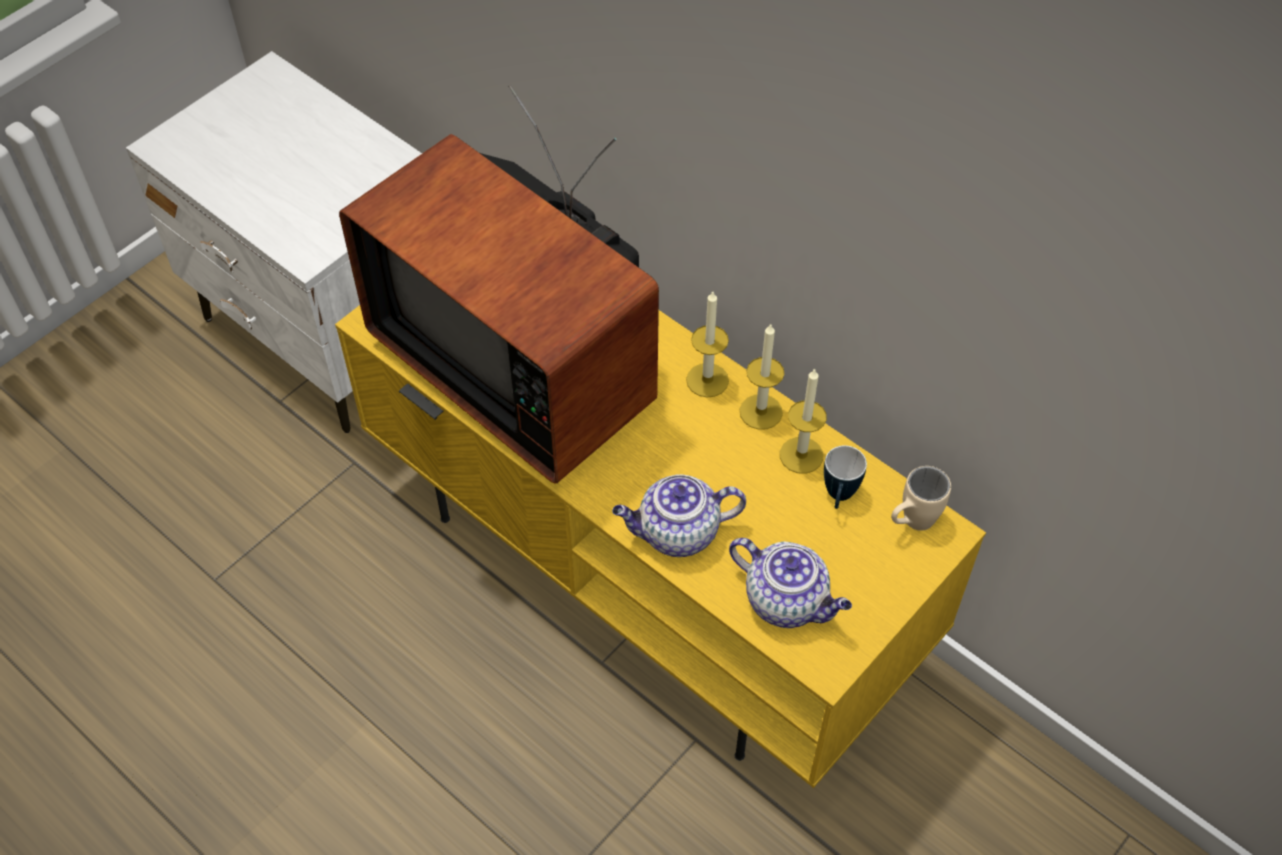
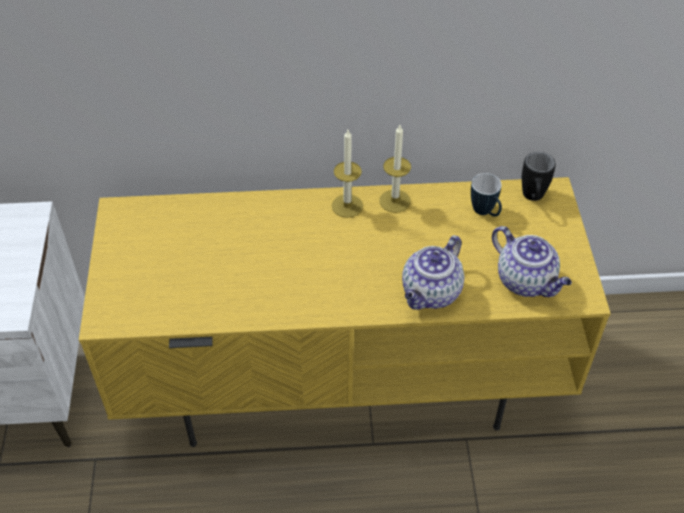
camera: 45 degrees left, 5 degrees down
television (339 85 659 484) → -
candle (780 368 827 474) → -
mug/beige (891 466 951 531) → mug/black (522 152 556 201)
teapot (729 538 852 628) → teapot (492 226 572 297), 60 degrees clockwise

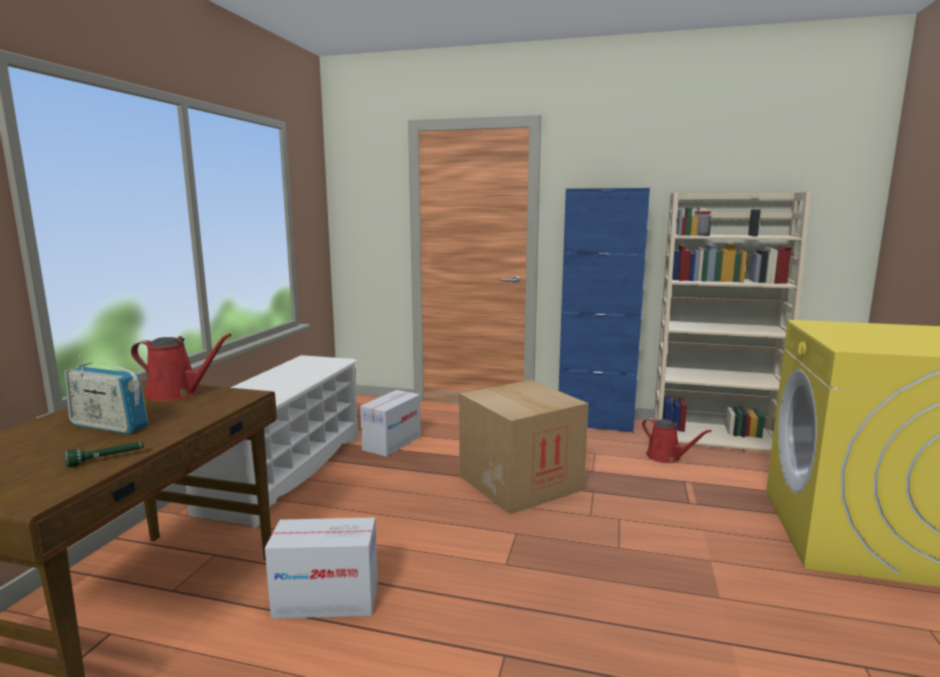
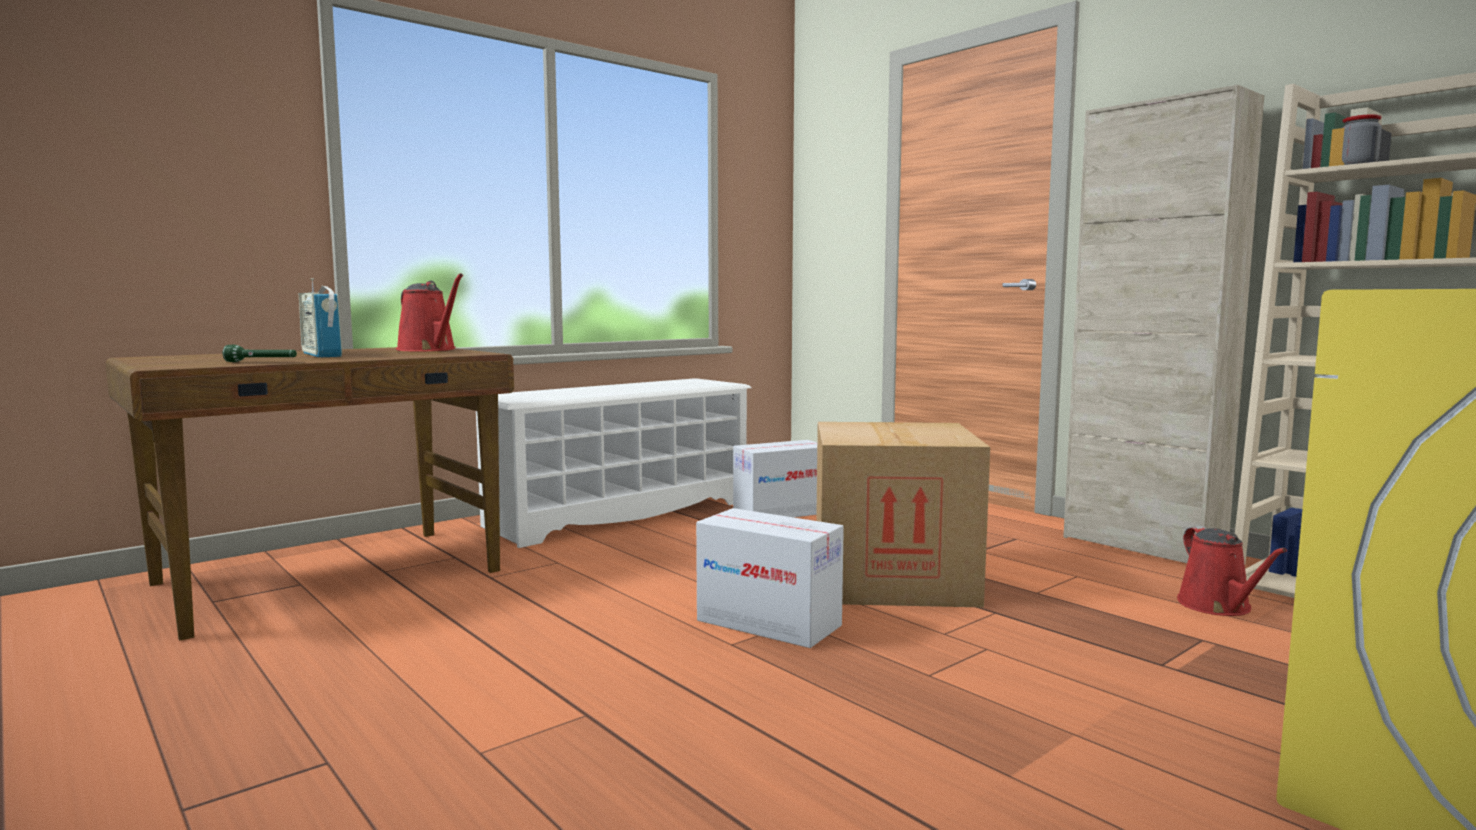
camera: 35 degrees right, 5 degrees down
cabinet/blue (559 188 650 433) → cabinet/beige (1063 85 1264 563)
cardboard box (265 517 378 619) → cardboard box (696 508 844 648), shifted

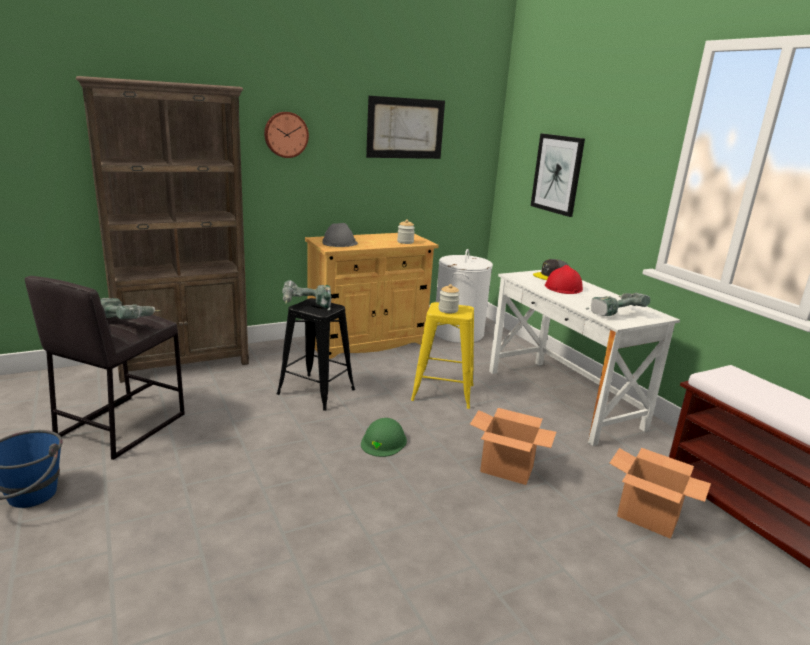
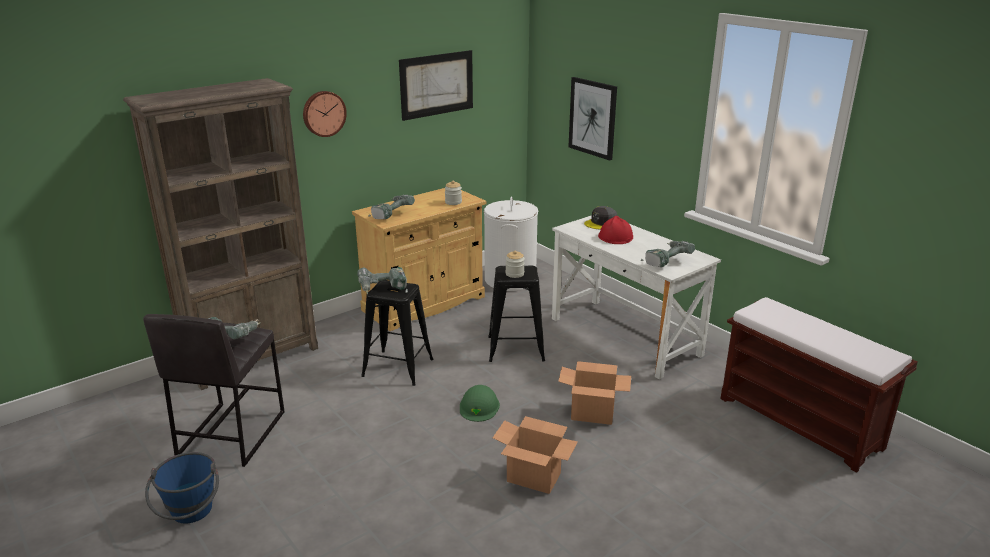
camera: 10 degrees left, 5 degrees up
hard hat/grey (323 223 358 247) → power drill (368 195 415 219)
stool/yellow (411 302 474 409) → stool/black (488 265 545 362)
cardboard box (609 448 711 538) → cardboard box (493 416 578 494), shifted

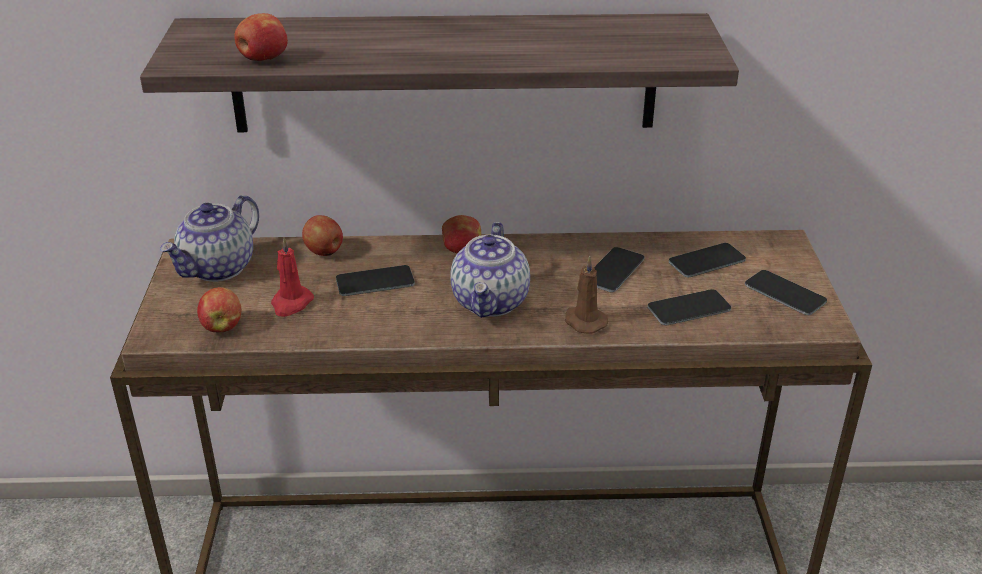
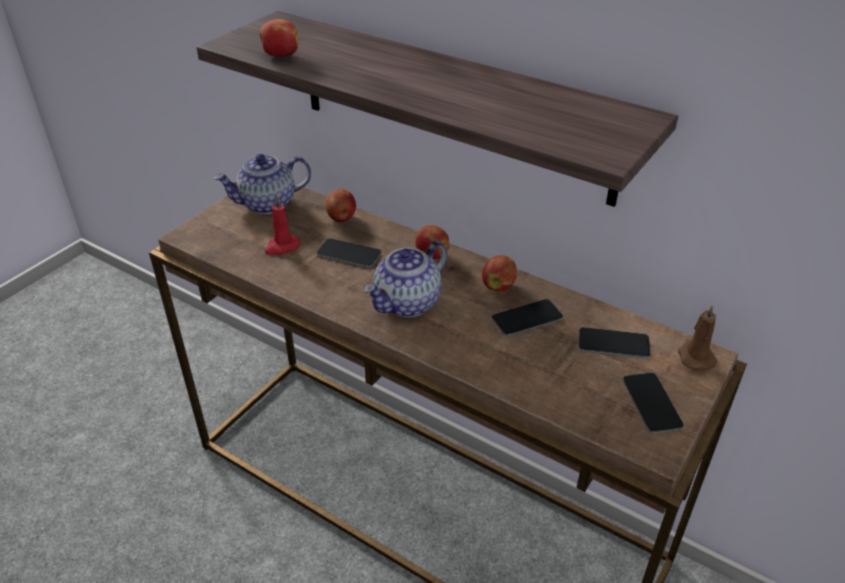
camera: 35 degrees right, 5 degrees up
candle/brown (565 256 608 334) → candle/brown (678 304 717 370), shifted
apple (197 287 241 333) → apple (482 255 517 291), shifted
phone (648 289 731 325) → -

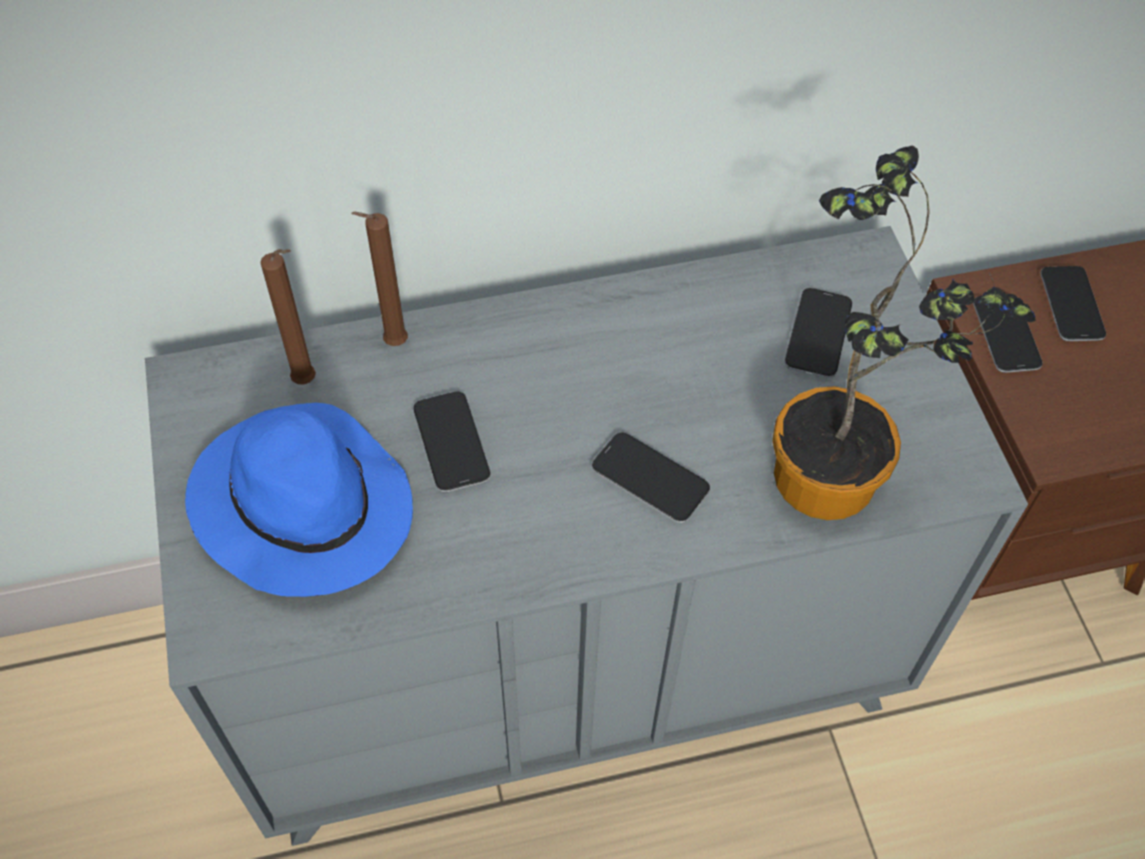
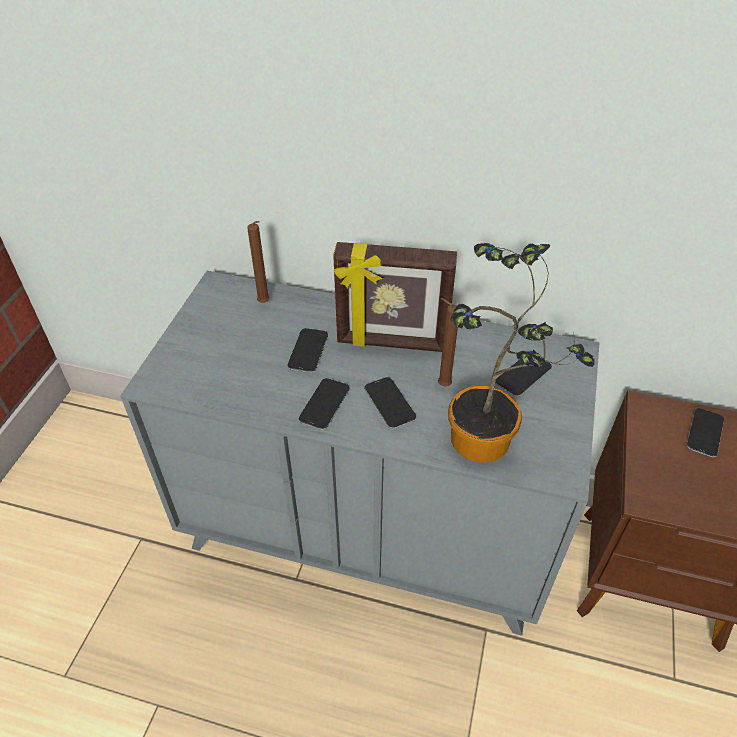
camera: 30 degrees right, 10 degrees down
candle/brown (351 212 408 346) → candle/brown (438 298 458 387), shifted
phone (973 294 1042 373) → phone (299 378 350 430), shifted
hat/blue (185 403 413 597) → -
- → picture frame (333 242 457 352)

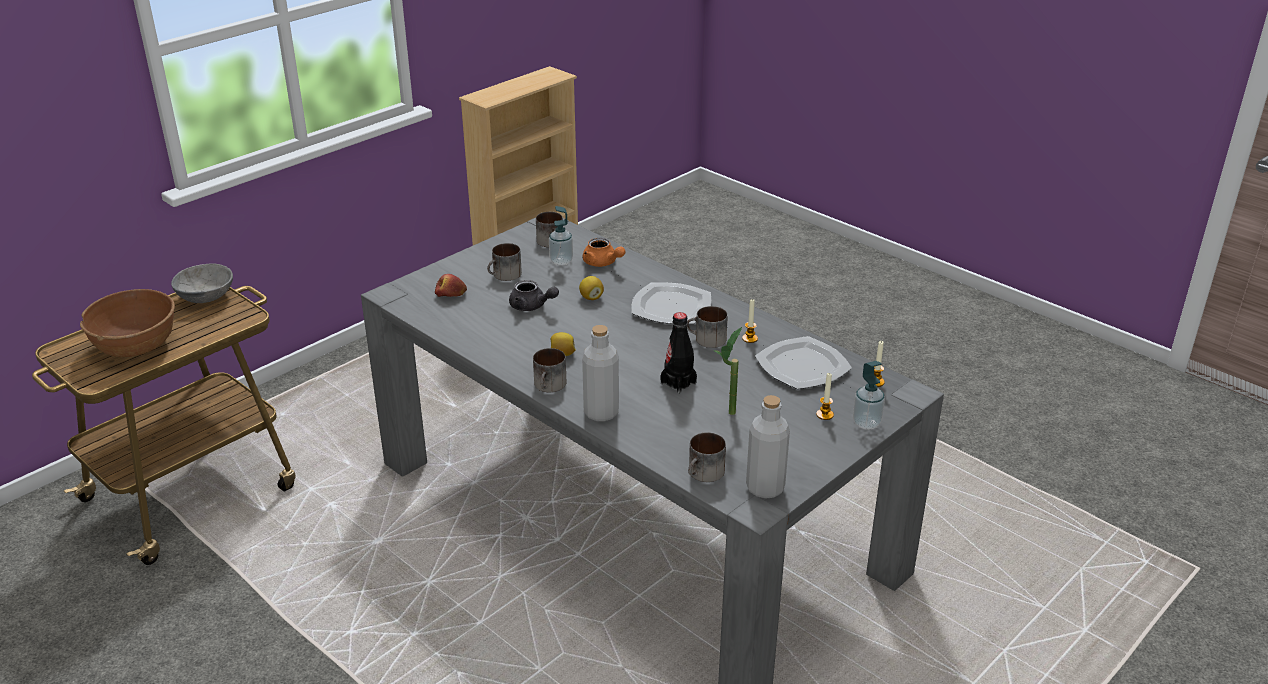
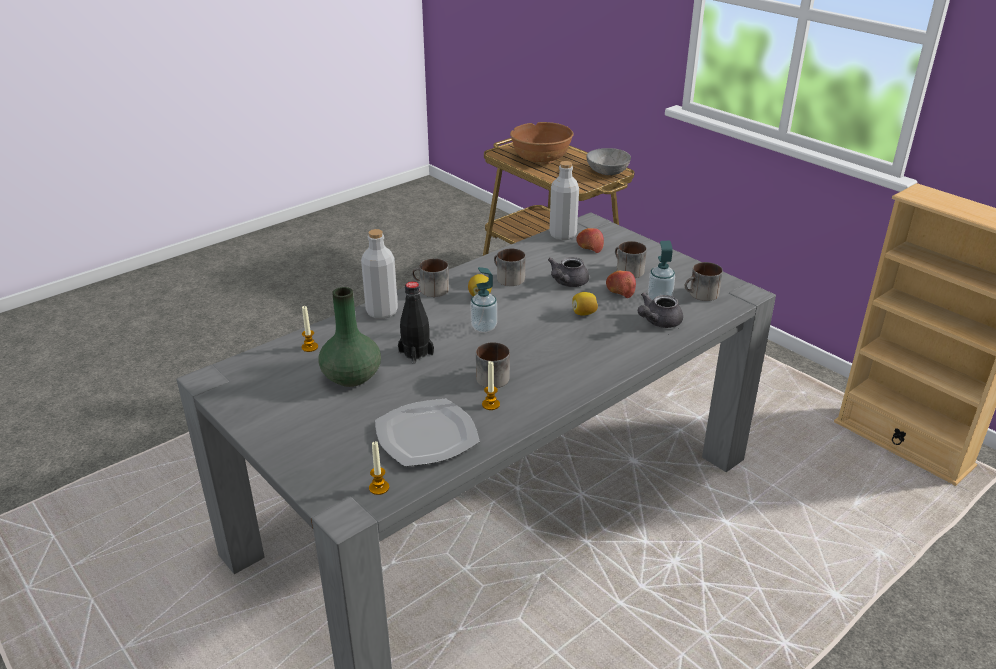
camera: 95 degrees right, 0 degrees up
teapot/orange (583 238 626 267) → teapot/grey (638 293 683 328)
plate (631 282 711 324) → -
potted plant (713 327 742 415) → vase/green (318 287 381 387)
soap dispenser (853 361 885 430) → soap dispenser (470 267 497 333), shifted
candle (816 372 834 420) → candle (302 306 318 352), shifted
bottle/grey (746 395 790 499) → bottle/grey (549 161 579 240), shifted
mug (688 432 726 482) → mug (494 248 526 286), shifted
- → apple (606 271 636 298)

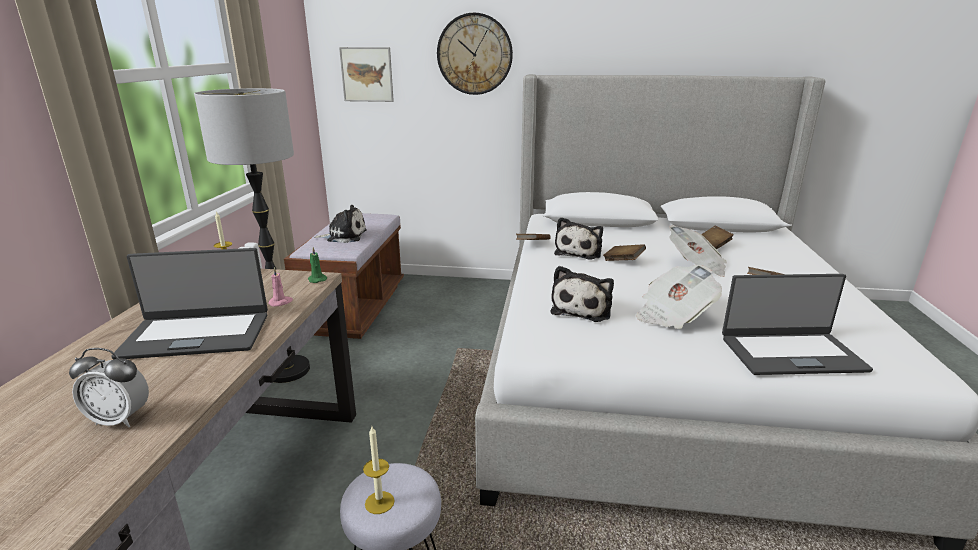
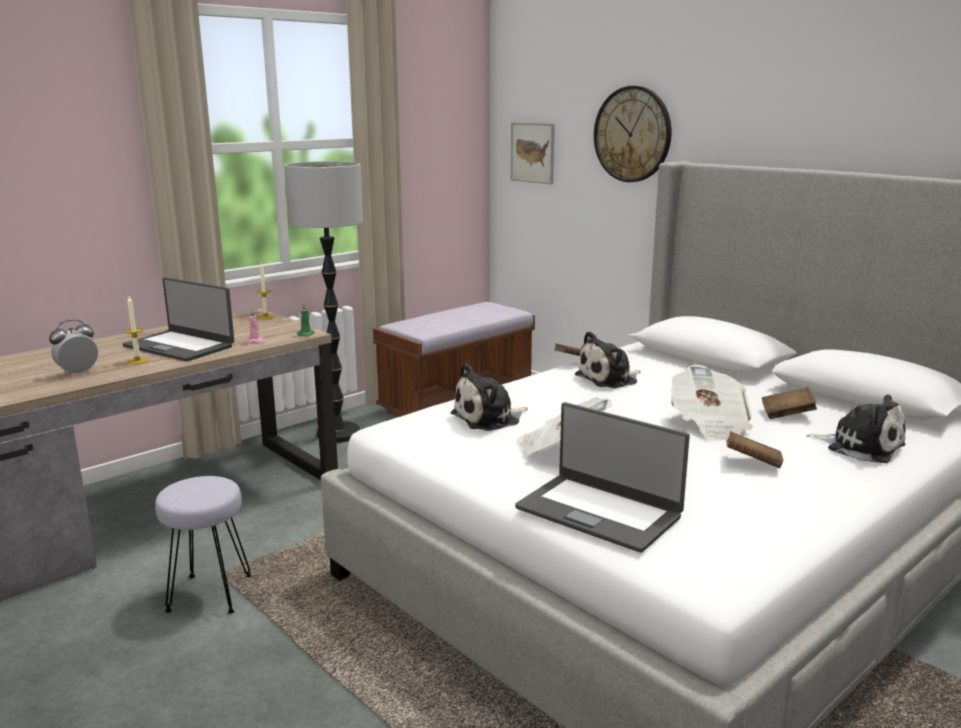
camera: 40 degrees right, 5 degrees down
plush toy (314 205 367 243) → plush toy (806 395 906 463), shifted
book/brown (603 244 646 261) → -
alarm clock (69 348 149 427) → alarm clock (49 319 98 374), 90 degrees clockwise
candle (363 427 395 514) → candle (124 296 149 364), shifted

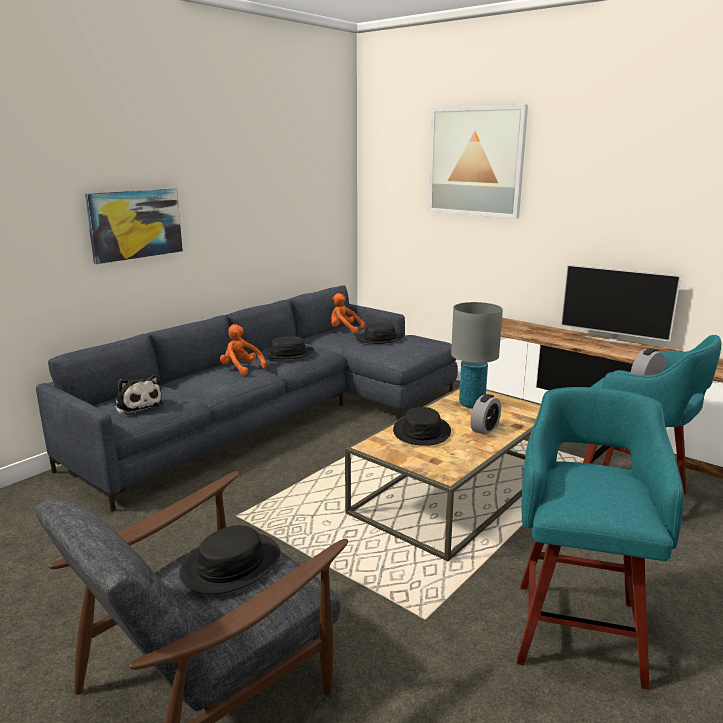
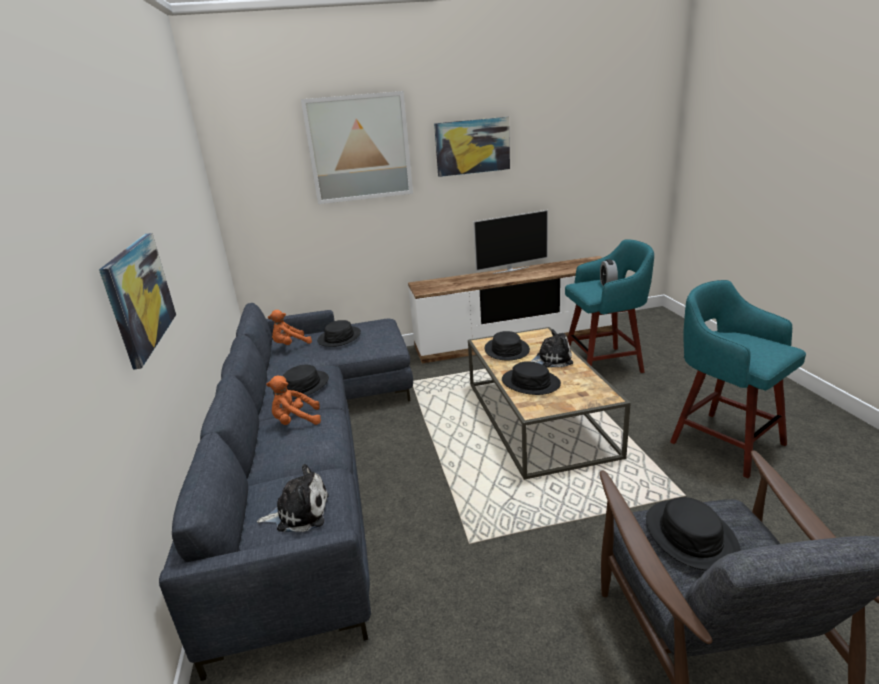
camera: 50 degrees left, 5 degrees up
table lamp/grey (451 302 503 408) → hat/black (485 331 530 360)
alarm clock (470 394 501 435) → plush toy (530 329 573 367)
- → picture (434 117 510 177)

